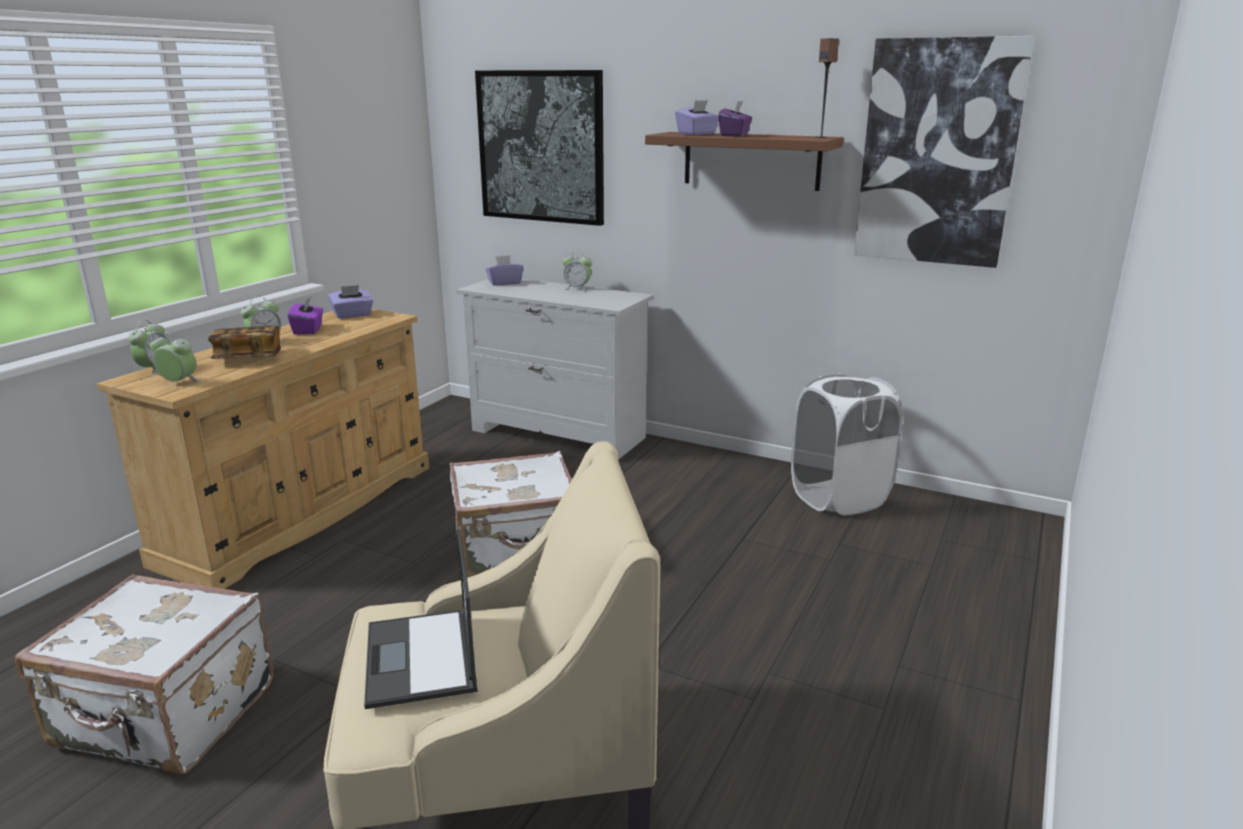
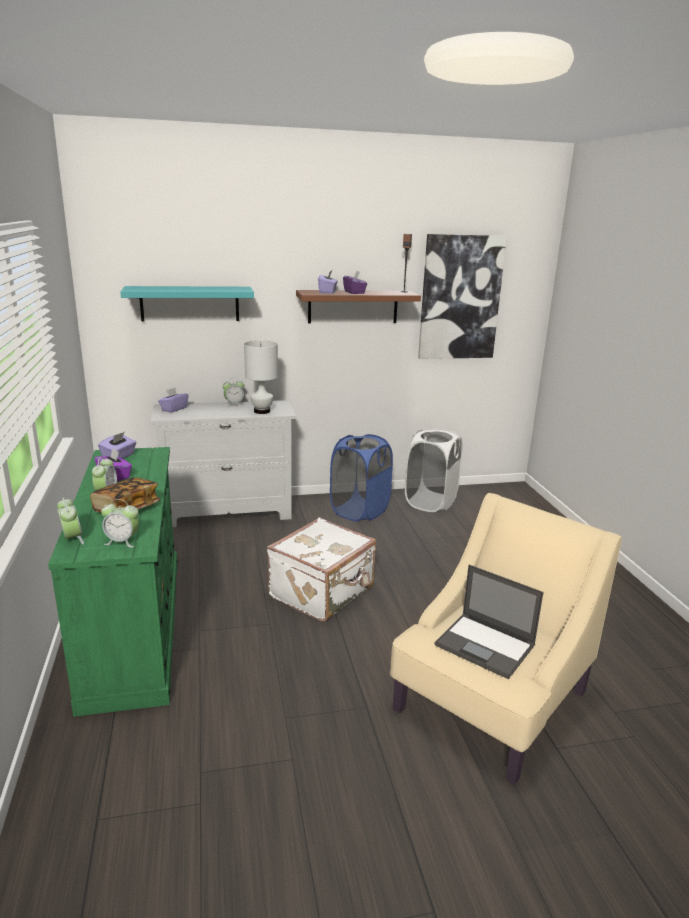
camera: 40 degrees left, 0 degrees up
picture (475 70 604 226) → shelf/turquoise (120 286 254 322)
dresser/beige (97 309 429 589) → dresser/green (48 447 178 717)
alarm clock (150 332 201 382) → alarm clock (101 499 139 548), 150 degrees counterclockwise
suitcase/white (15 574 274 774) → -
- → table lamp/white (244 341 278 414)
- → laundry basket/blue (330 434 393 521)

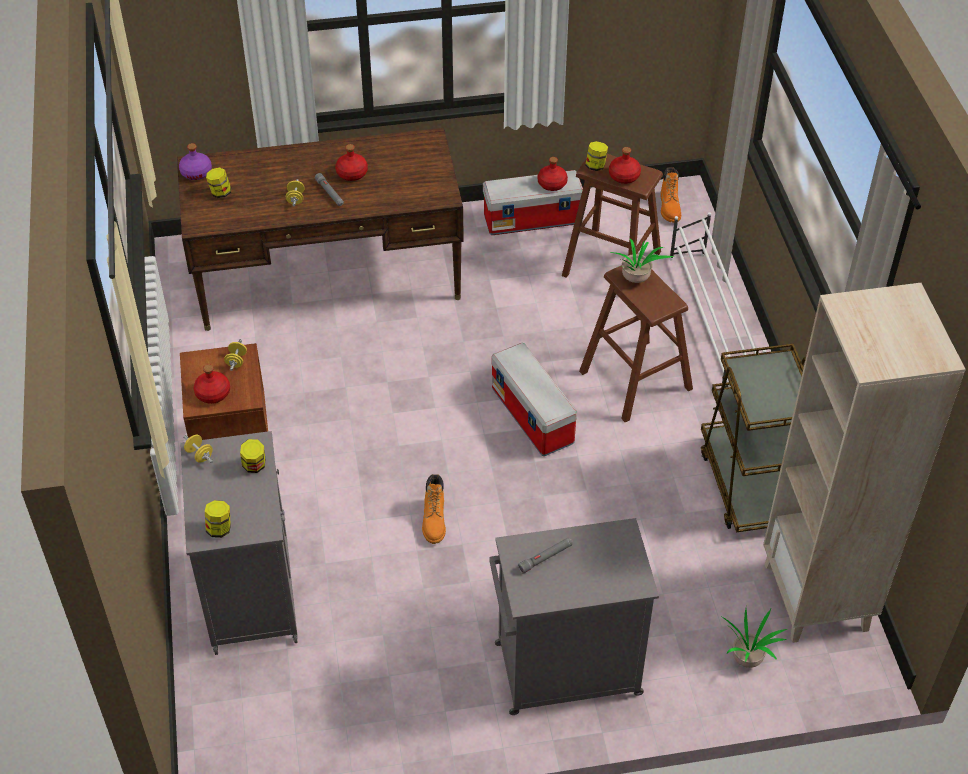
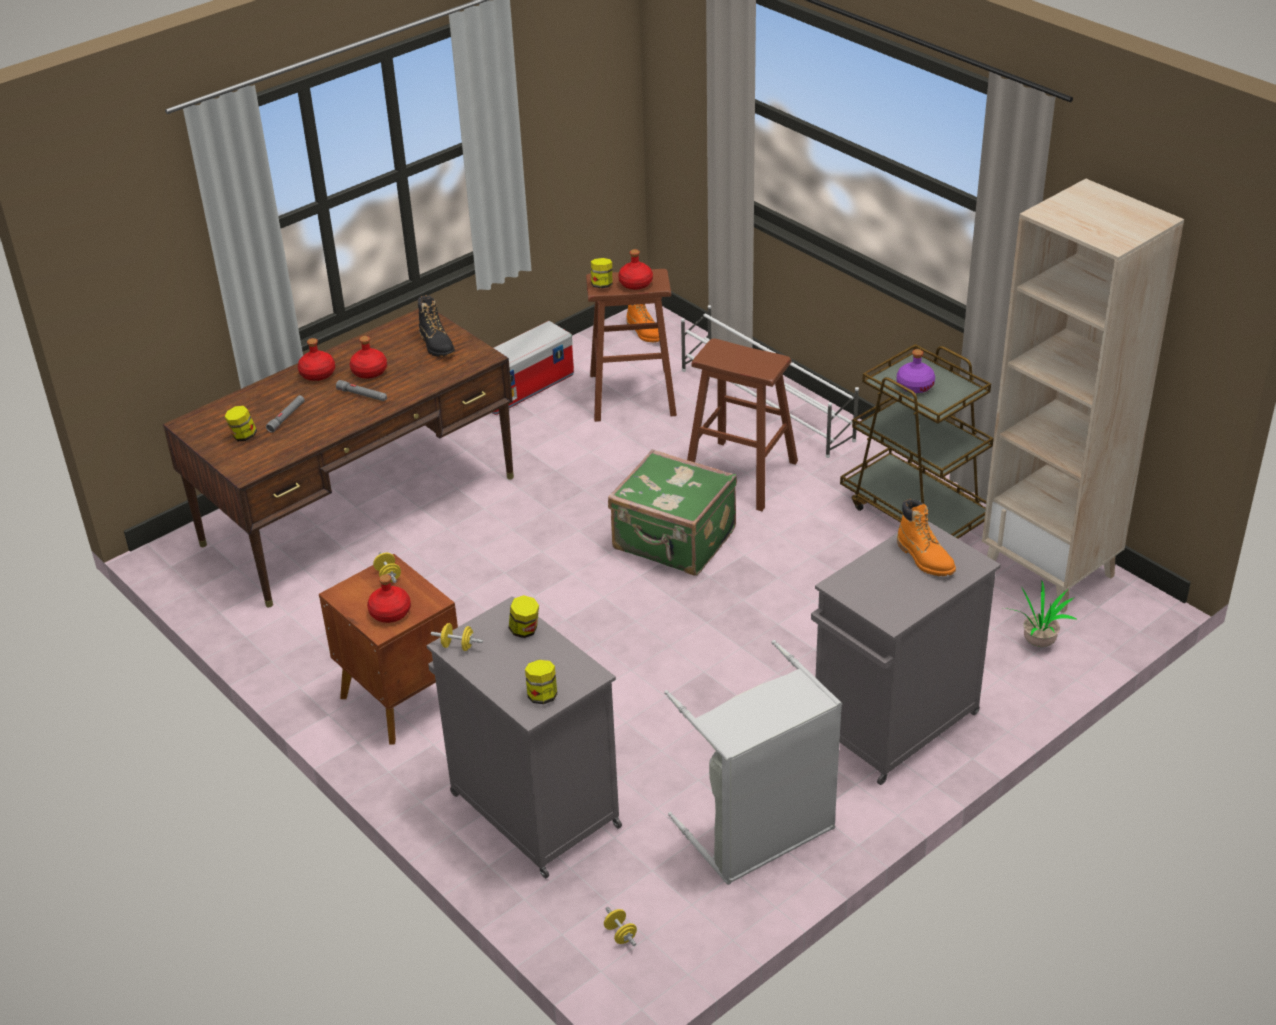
camera: 30 degrees left, 10 degrees down
bottle/purple (179 143 212 180) → bottle/purple (897 349 935 393), shifted
bottle/red (538 157 568 191) → bottle/red (298 338 335 381), shifted
dumbbell/yellow (286 179 305 206) → dumbbell/yellow (604 907 637 946), shifted
potted plant (611 239 675 283) → -
storage box (491 343 577 456) → suitcase/green (608 449 737 576)
boot/orange (422 474 446 544) → boot/orange (897 499 956 576), shifted
flashlight/grey (518 538 573 574) → flashlight/grey (266 395 305 433), shifted
- → boot/black (418 295 455 357)
- → laundry basket/grey (664 640 842 885)

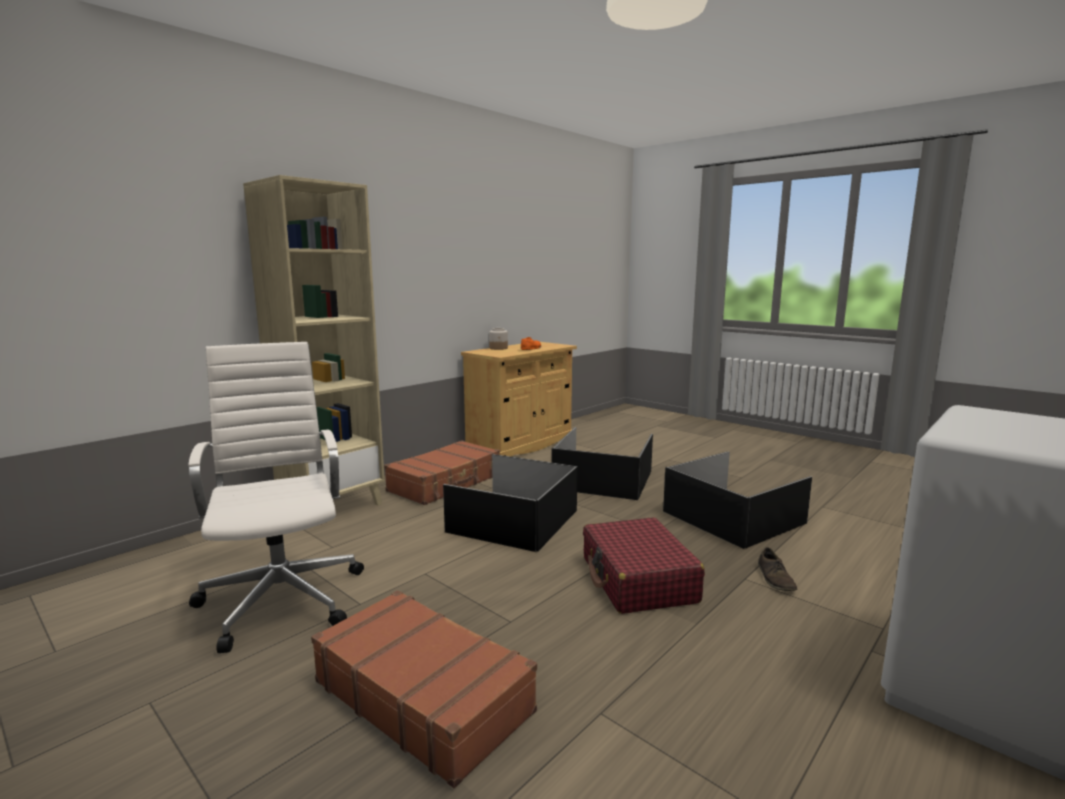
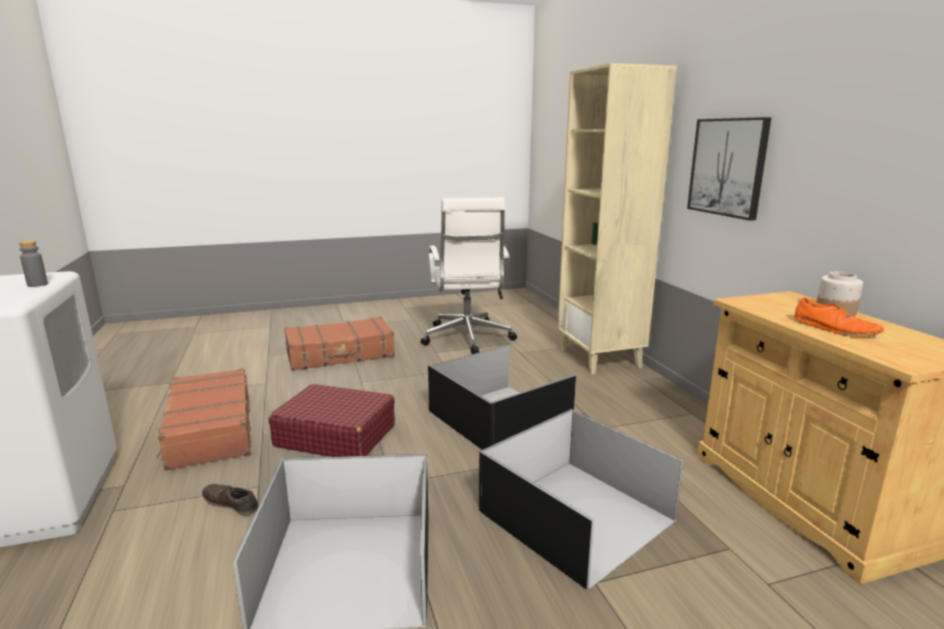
camera: 120 degrees right, 5 degrees up
office chair/white (188 342 364 653) → office chair/white (421 197 517 354), 75 degrees clockwise
suitcase/brown (384 440 500 505) → suitcase/brown (157 368 251 471), shifted
- → picture (687 117 772 221)
- → bottle/grey (19 241 48 287)

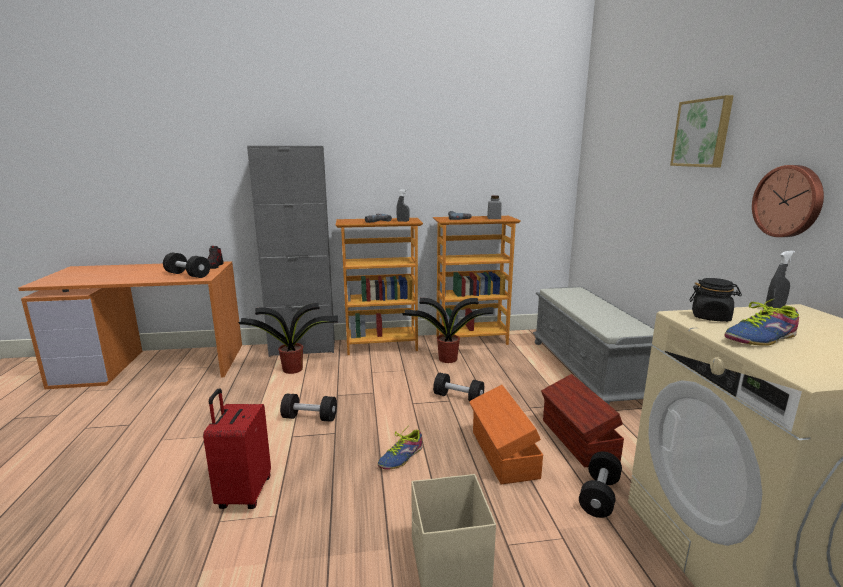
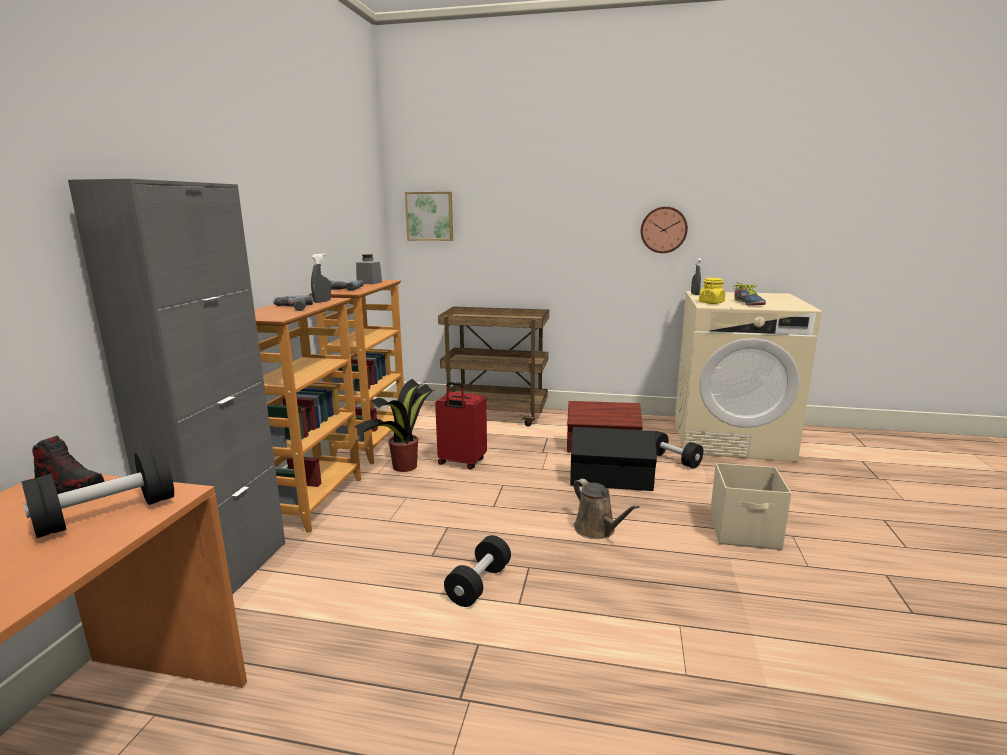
camera: 70 degrees left, 0 degrees up
picture (670 95 734 167) → picture (405 192 453 241), shifted
jar/black (689 278 742 322) → jar/yellow (699 278 725 304)
bench/grey (533 286 654 405) → cart/brown (438 307 549 426)
potted plant (238 303 338 374) → -
dumbbell/black (433 373 484 401) → -
storage box/orange (469 385 543 484) → storage box/black (570 427 657 491)
suitcase/red (203 388 271 509) → suitcase/red (435 382 487 470), shifted
shoe (378 427 423 470) → watering can/brown (574 479 639 539)

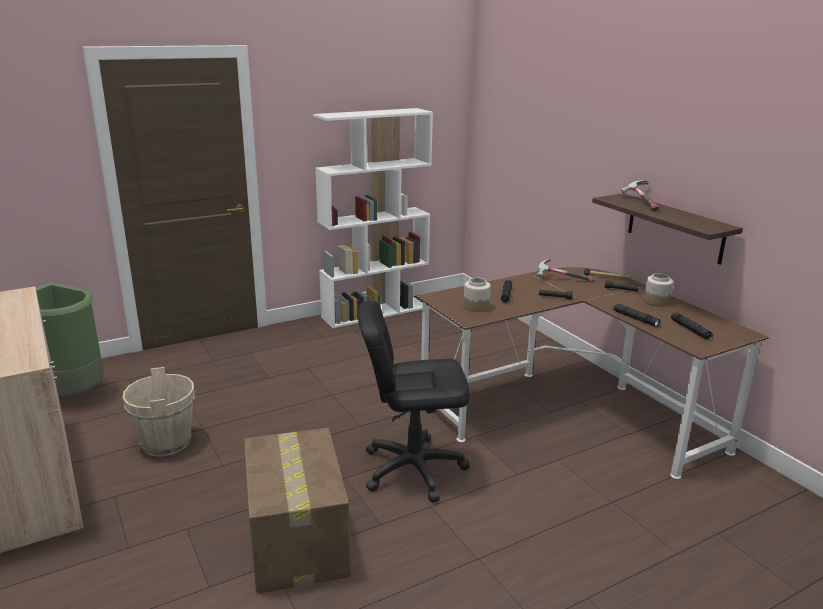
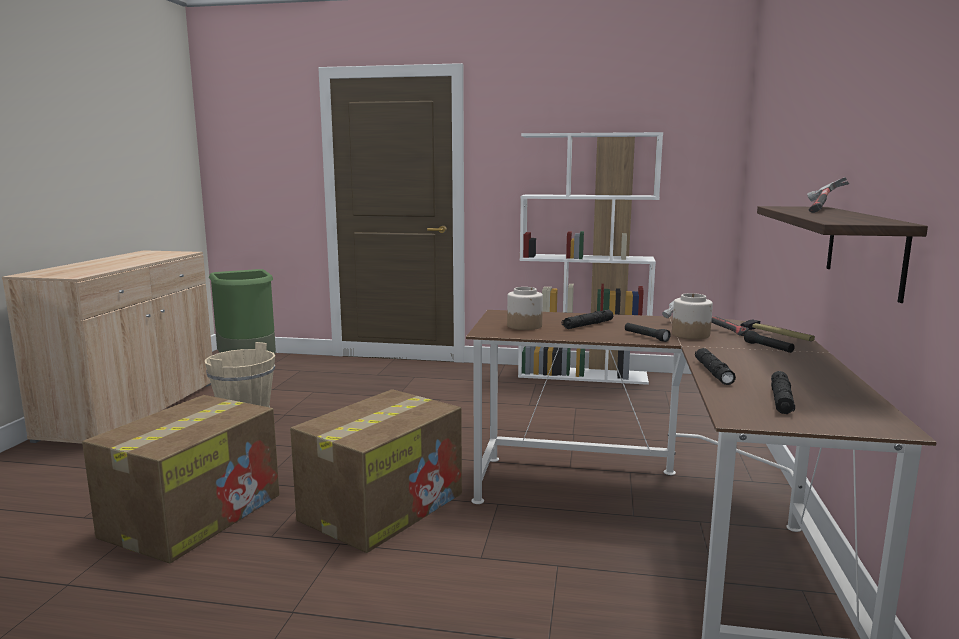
camera: 40 degrees right, 10 degrees down
jar (644 273 674 307) → jar (672 293 713 339), shifted
office chair/black (358 301 470 502) → cardboard box (290 389 462 553)

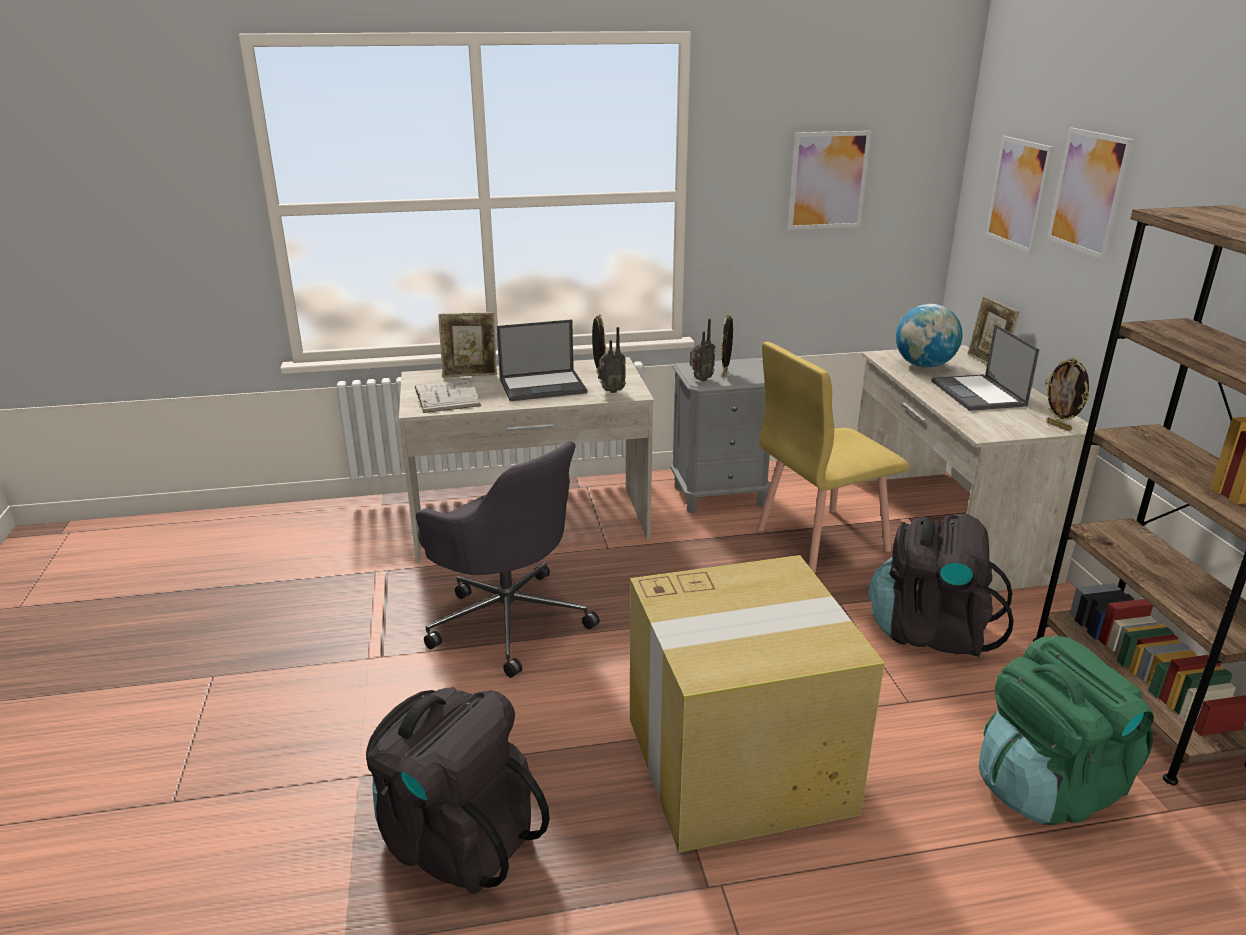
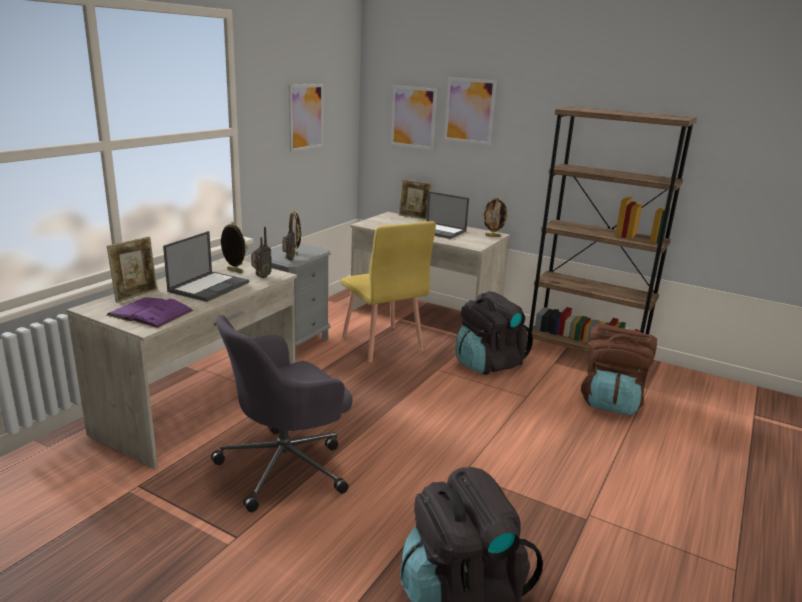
camera: 50 degrees left, 5 degrees down
globe (896 304 962 368) → -
chair/yellow (757 342 910 573) → chair/yellow (340 221 436 362), 45 degrees counterclockwise
book/white (415 379 481 413) → book/purple (106 297 193 328)
office chair/grey (416 441 600 678) → office chair/grey (211 315 353 512), 150 degrees clockwise
cardboard box (630 555 885 853) → -
backpack/green (979 636 1154 825) → backpack/brown (581 324 657 415)

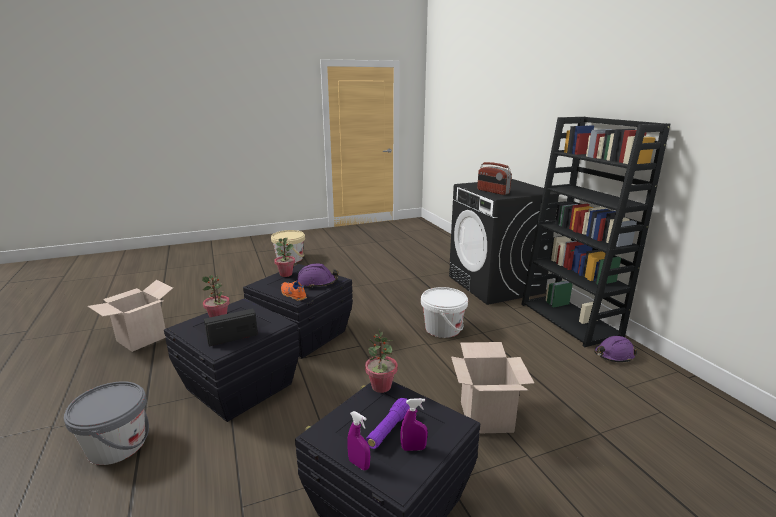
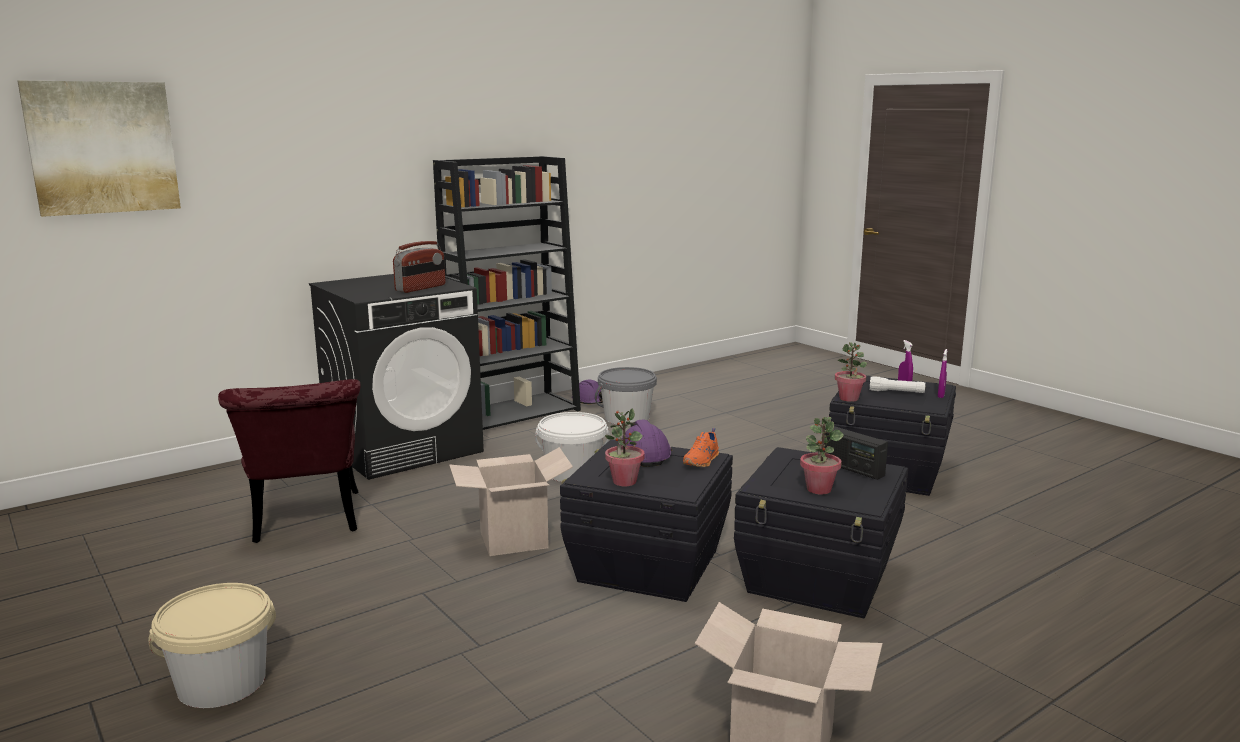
camera: 105 degrees left, 5 degrees down
cardboard box (451 342 535 434) → cardboard box (449 447 573 556), shifted
bucket/grey (64 381 149 465) → bucket/grey (595 367 657 426), shifted
flashlight/purple (366 398 410 449) → flashlight/white (869 376 925 393)
- → picture (18 81 181 217)
- → chair/red (218 379 361 543)

